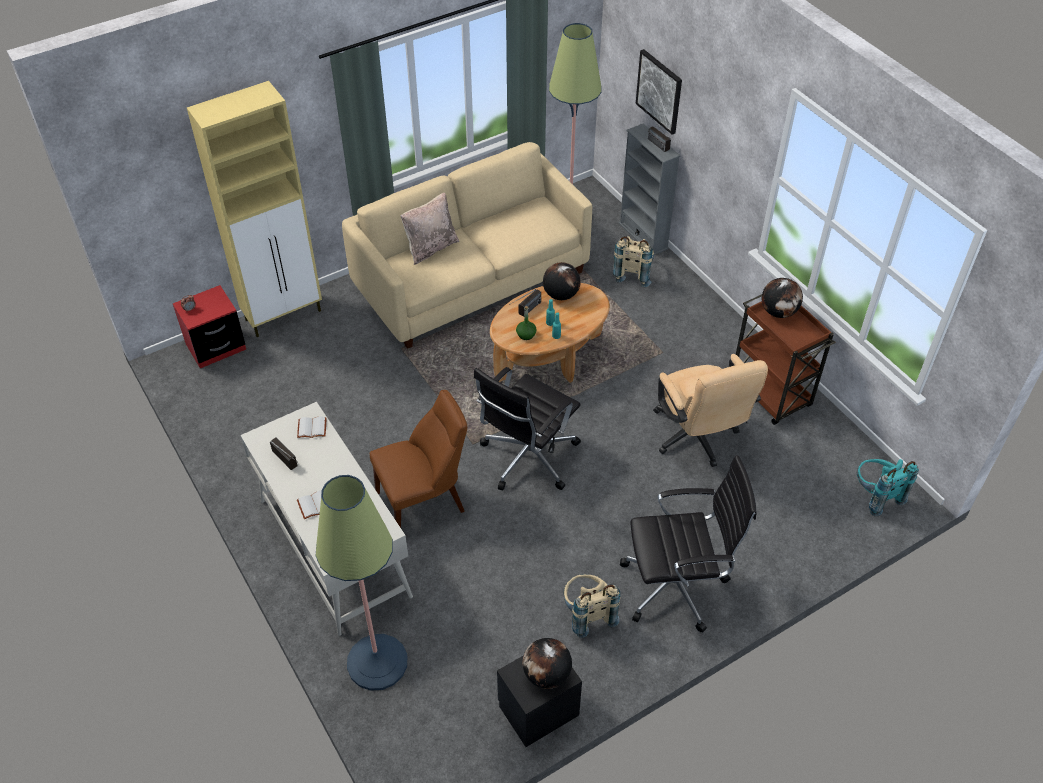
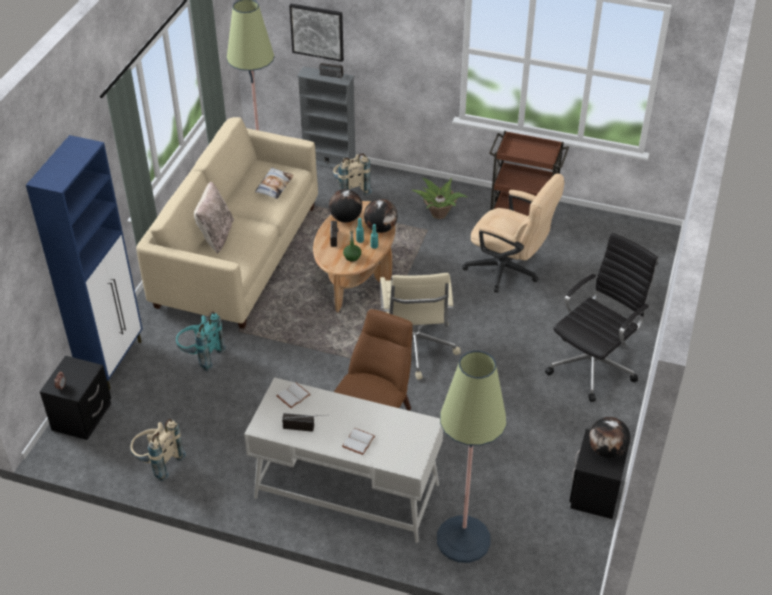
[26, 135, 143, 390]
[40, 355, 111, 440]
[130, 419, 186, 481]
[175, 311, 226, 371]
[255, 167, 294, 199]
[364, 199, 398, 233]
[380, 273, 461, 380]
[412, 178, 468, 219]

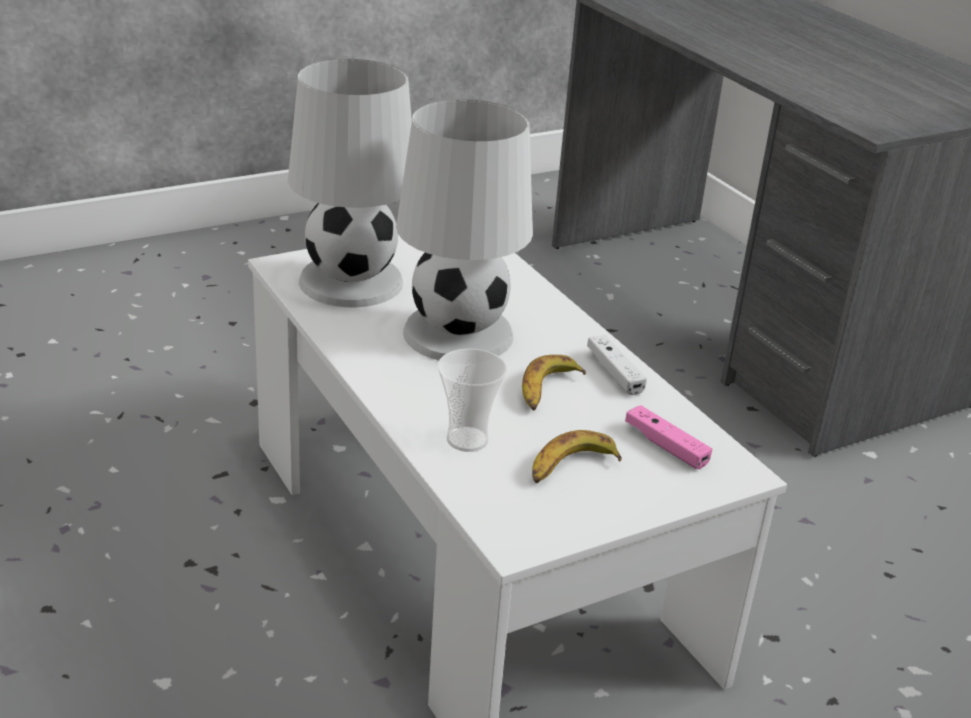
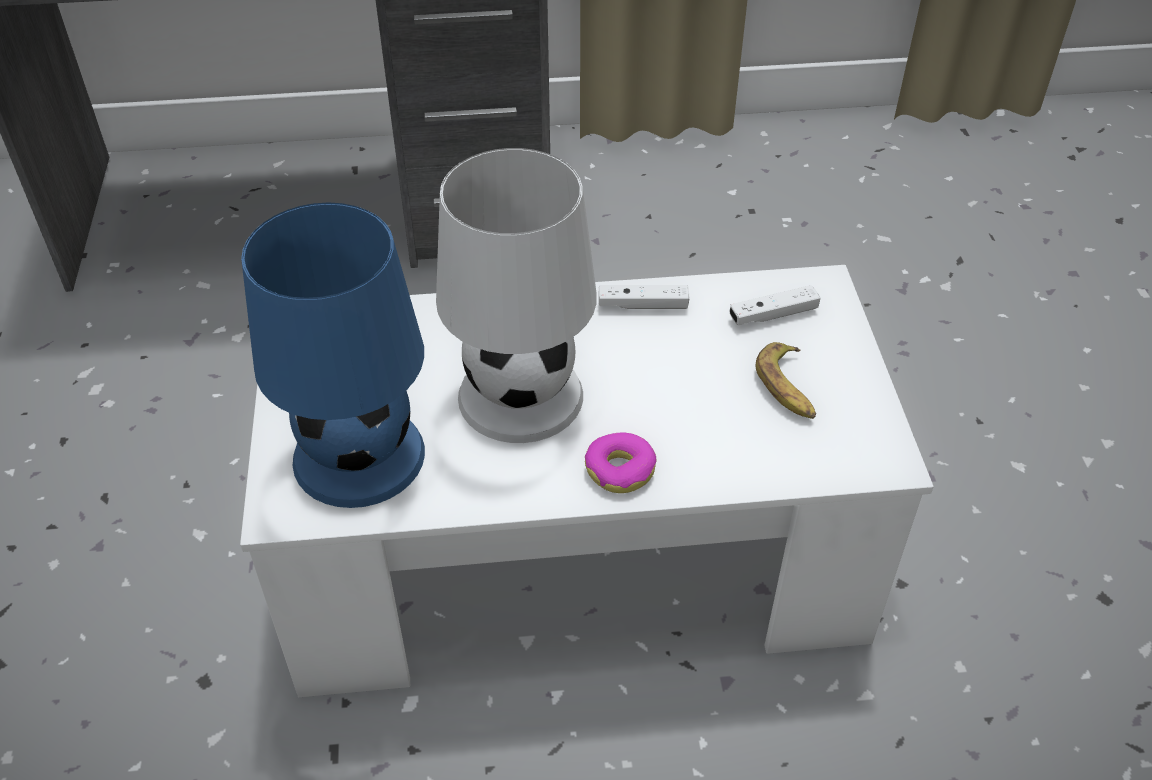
[241, 202, 425, 508]
[585, 432, 656, 493]
[730, 285, 820, 325]
[438, 348, 507, 452] (first image)
[522, 355, 586, 411] (first image)

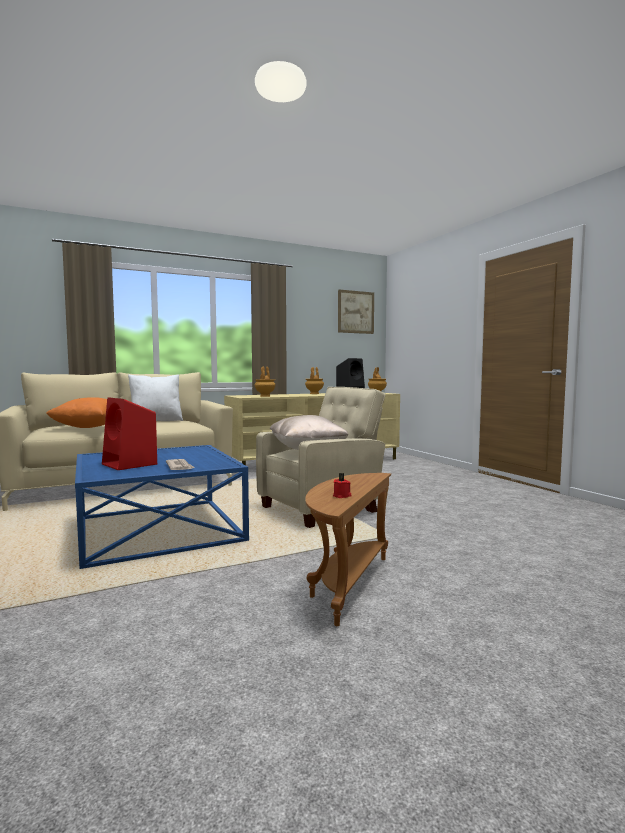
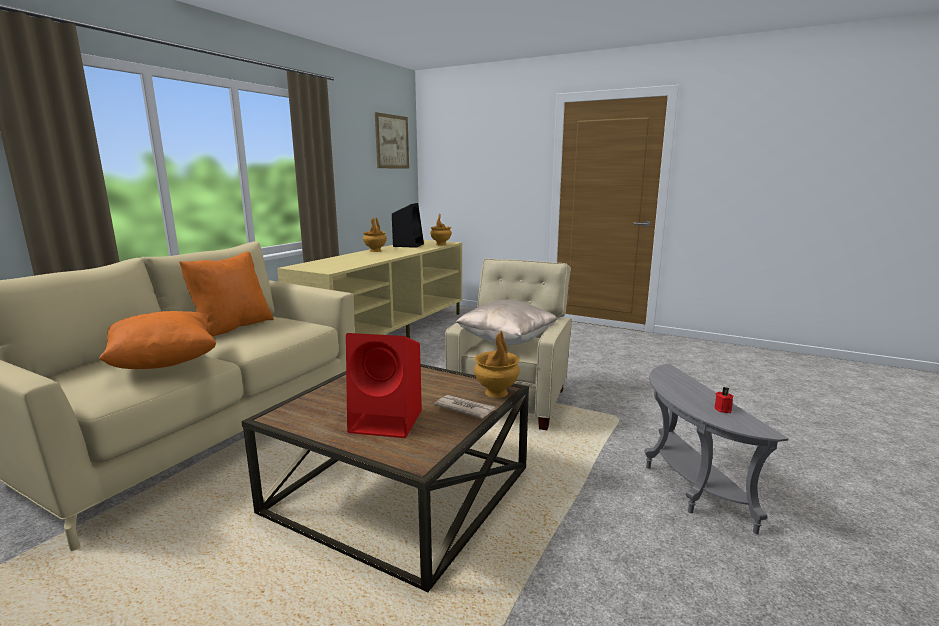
[179, 251, 274, 337]
[241, 364, 529, 592]
[474, 331, 520, 398]
[645, 364, 788, 535]

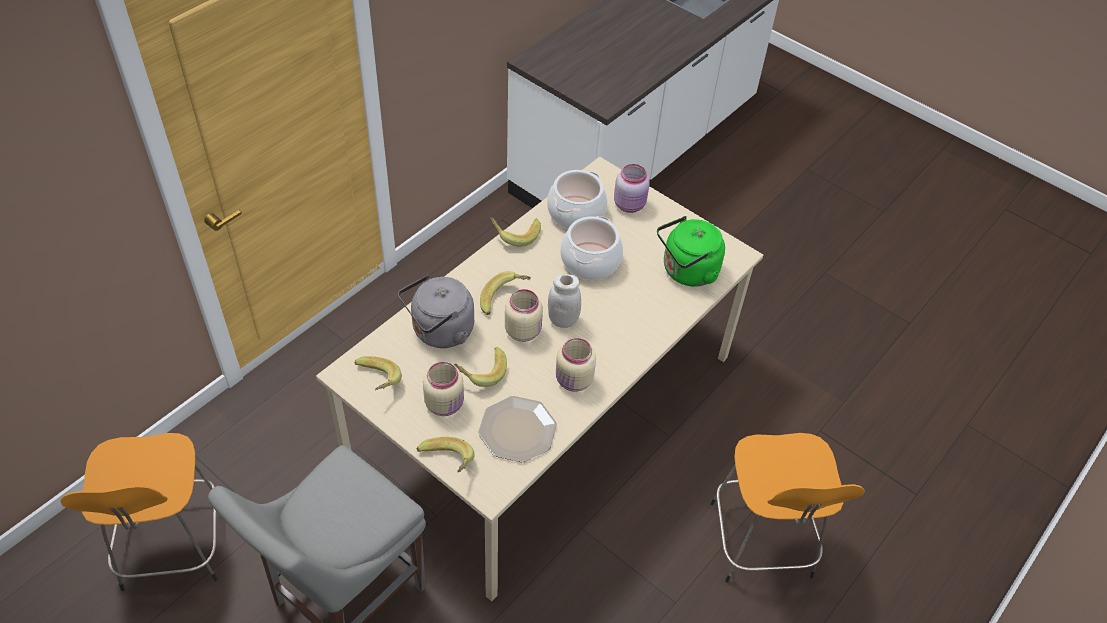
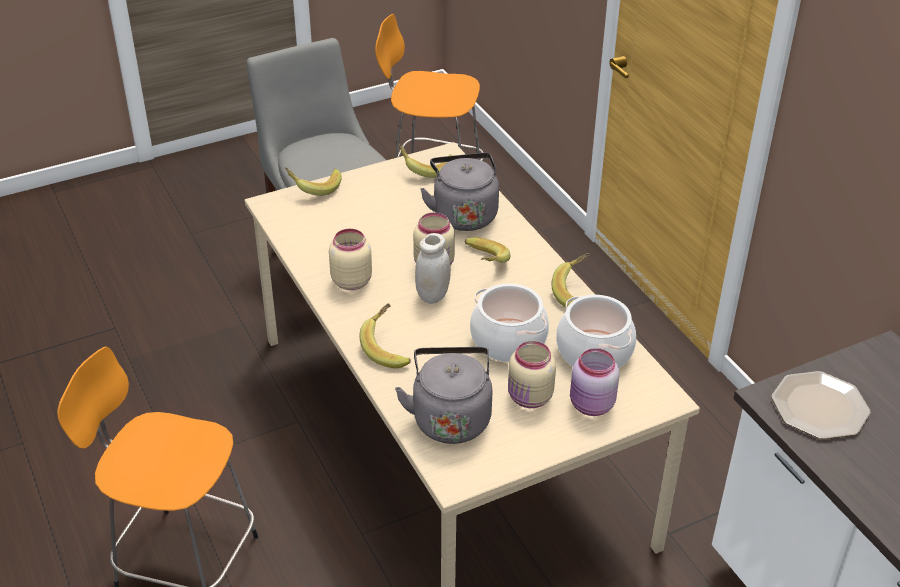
[360, 303, 411, 368]
[395, 347, 492, 444]
[508, 341, 556, 408]
[772, 371, 871, 439]

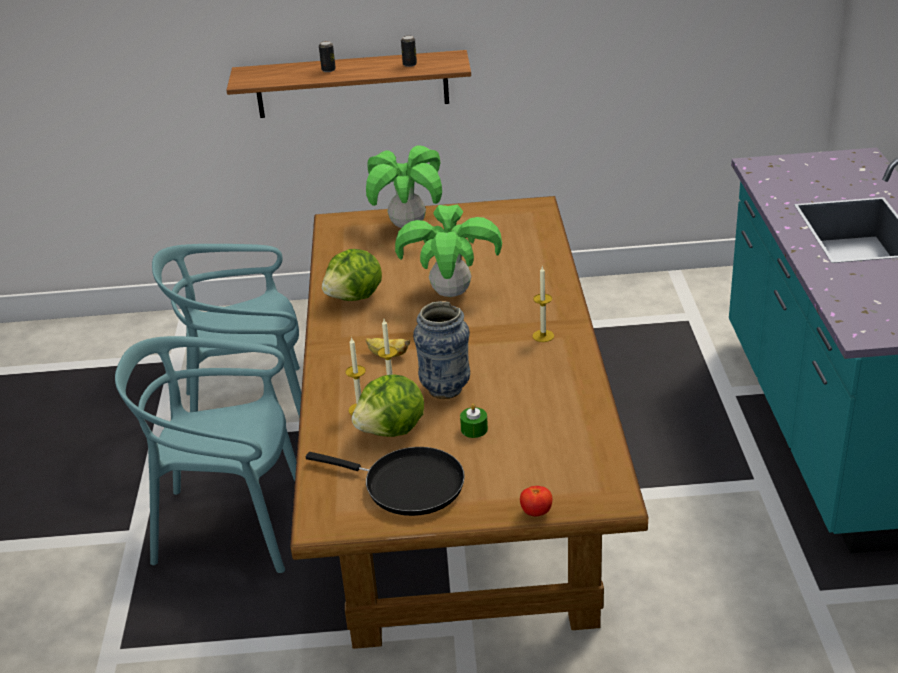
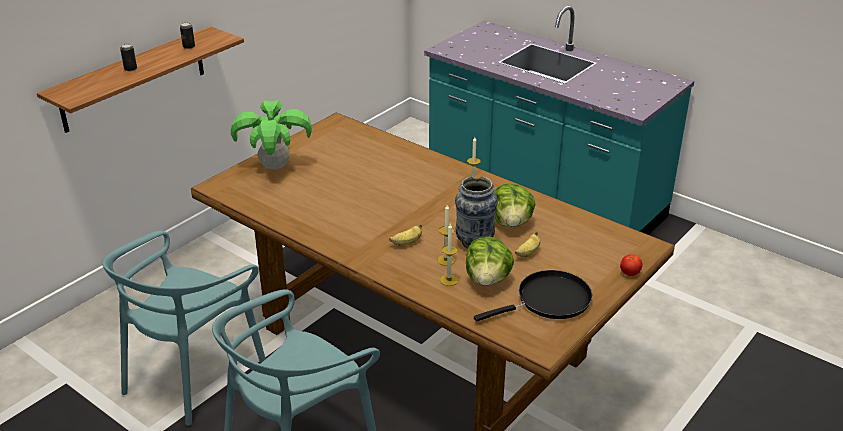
[494, 183, 536, 227]
[515, 231, 541, 258]
[395, 205, 502, 297] (first image)

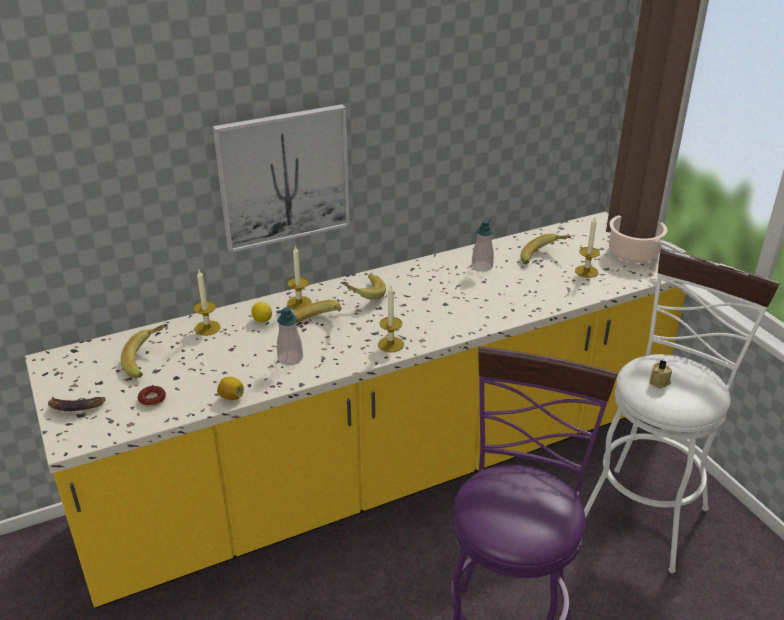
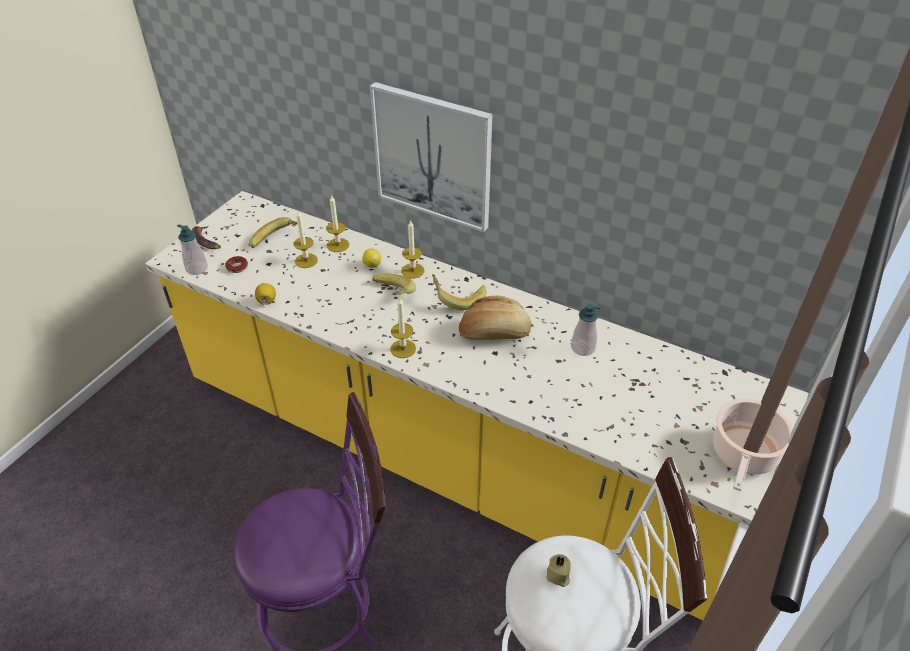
[177, 224, 208, 275]
[293, 211, 318, 268]
[459, 296, 531, 340]
[521, 233, 571, 264] (first image)

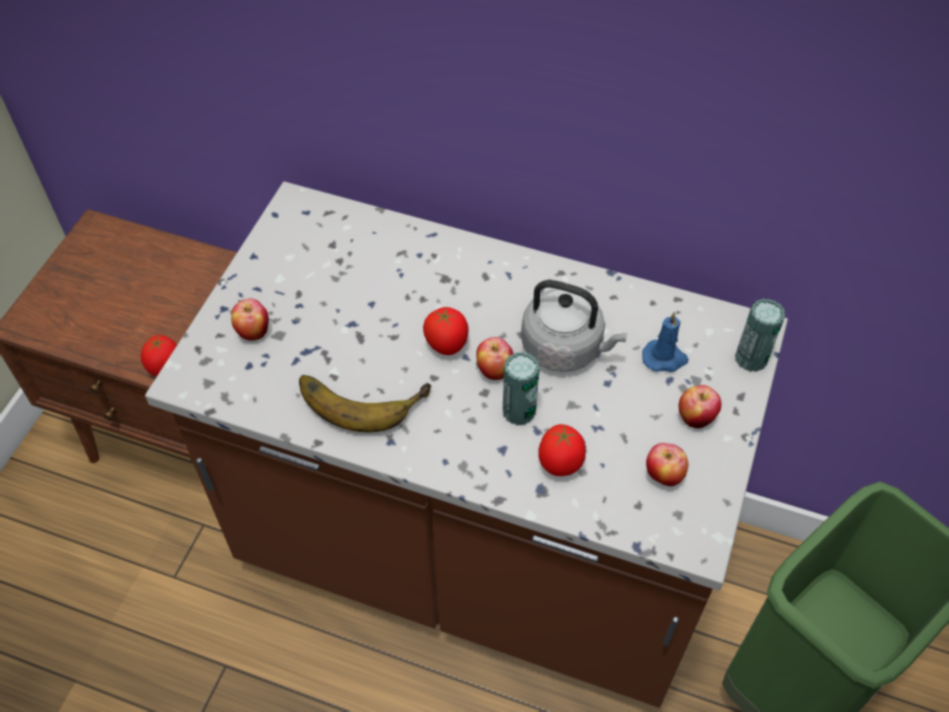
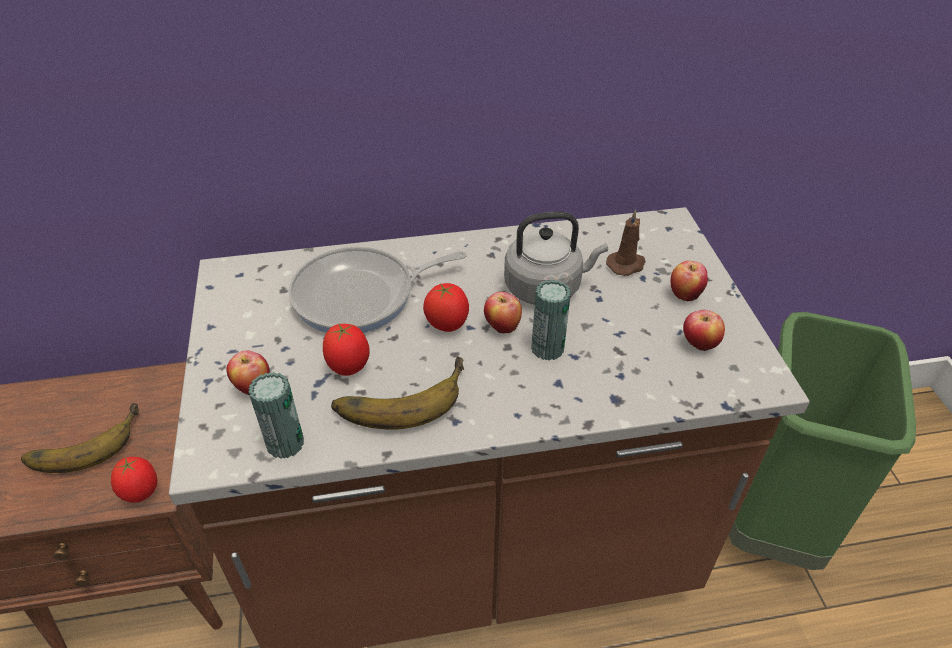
[21, 403, 139, 473]
[248, 372, 304, 459]
[288, 247, 467, 333]
[323, 323, 370, 376]
[606, 209, 646, 276]

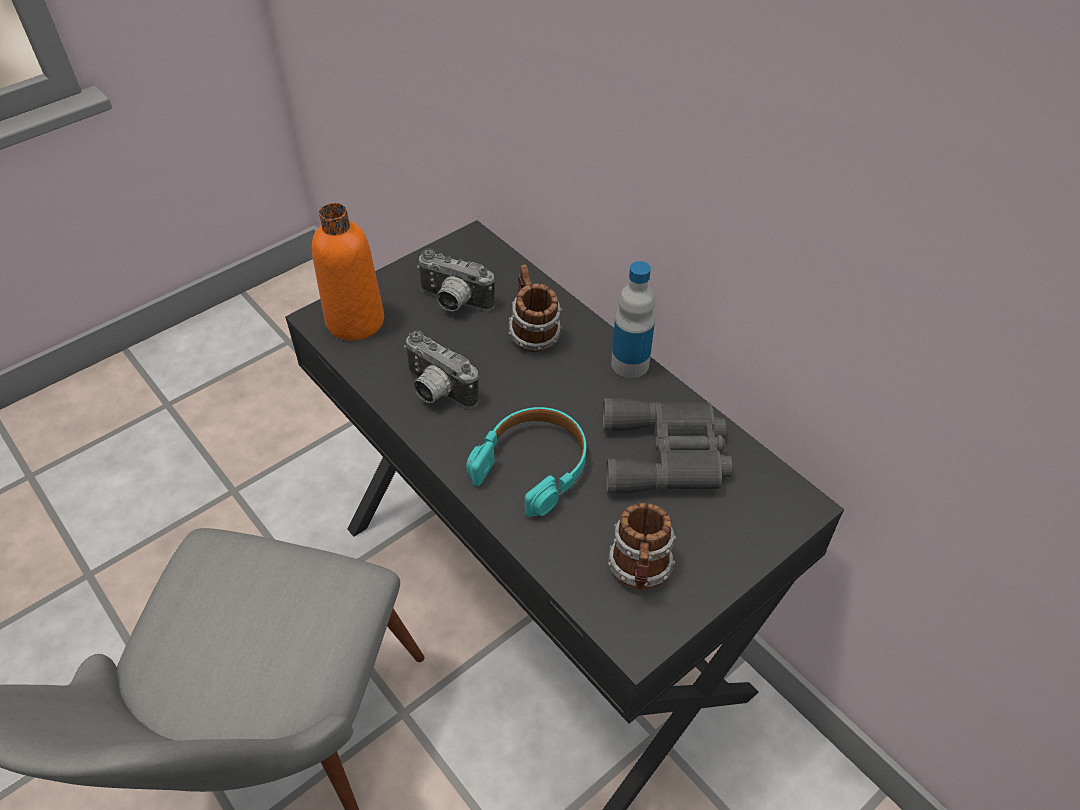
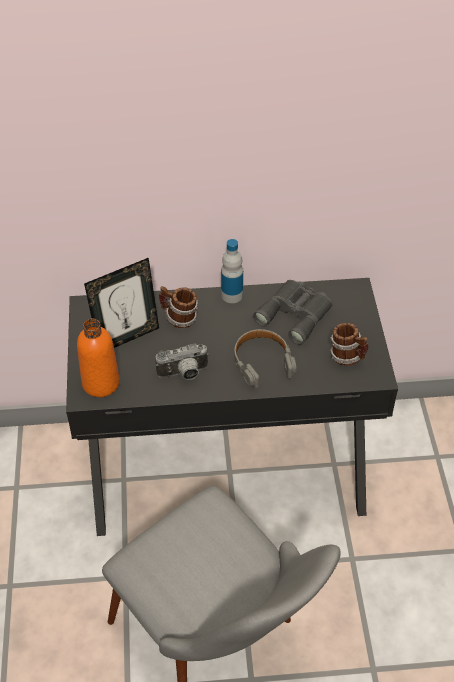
[84, 258, 159, 348]
[234, 329, 296, 388]

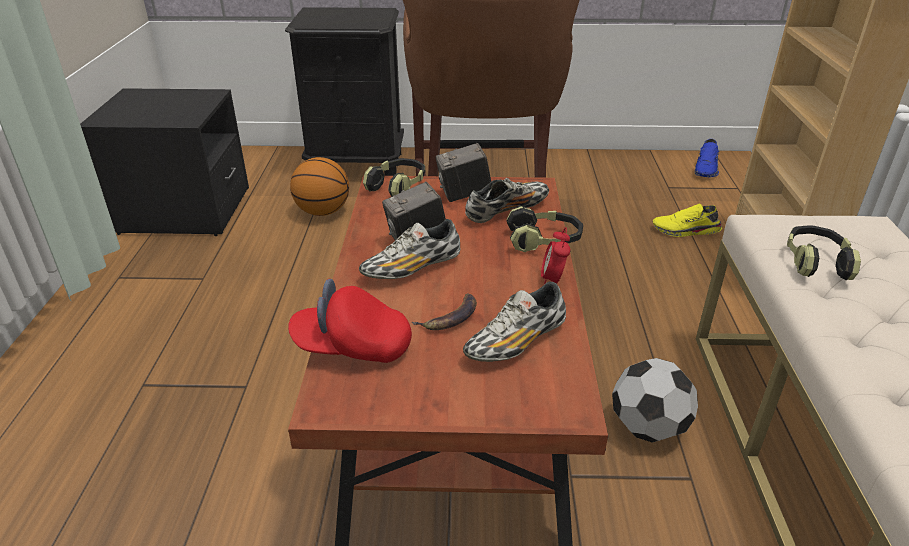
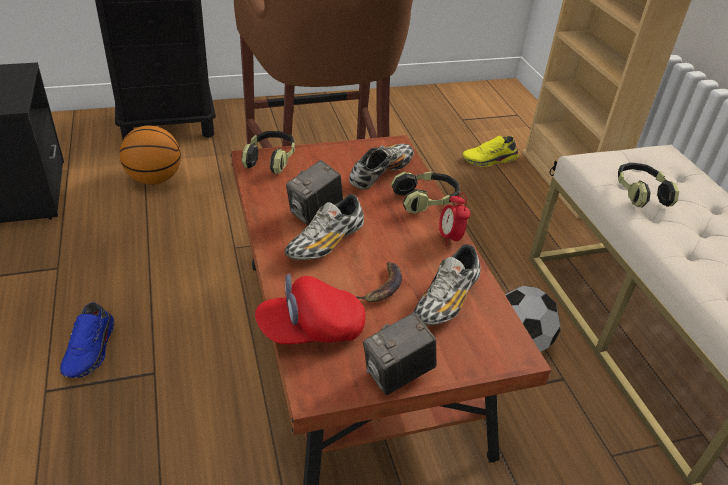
[60, 302, 114, 378]
[363, 312, 436, 395]

